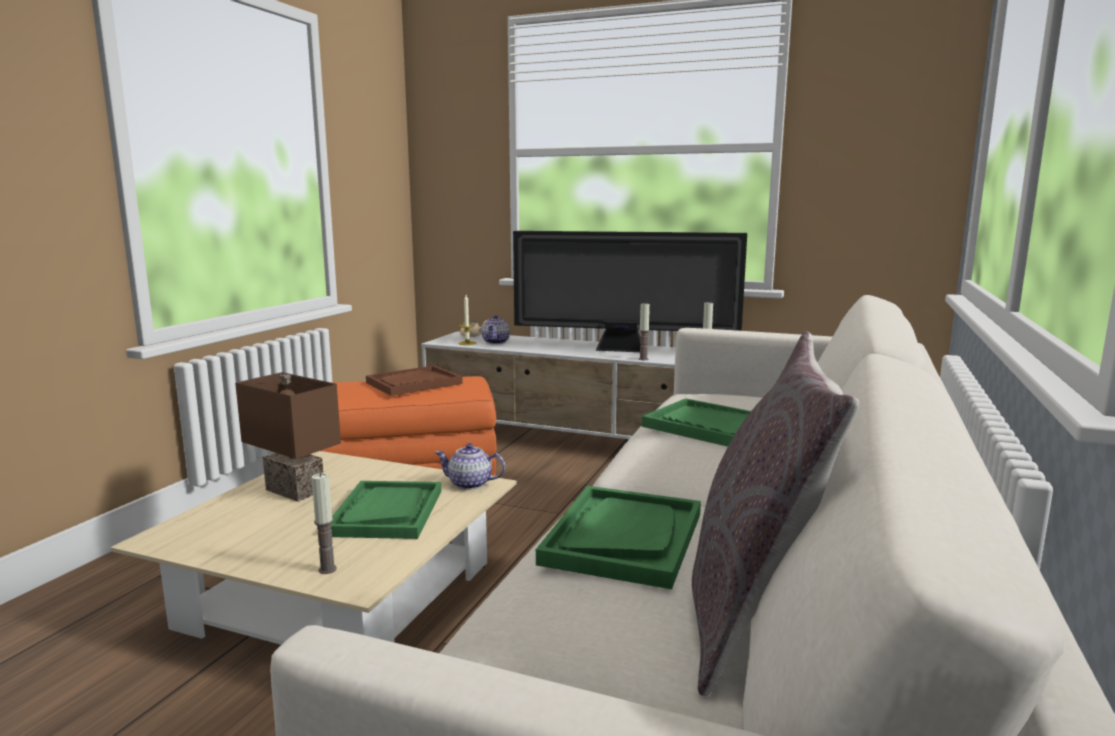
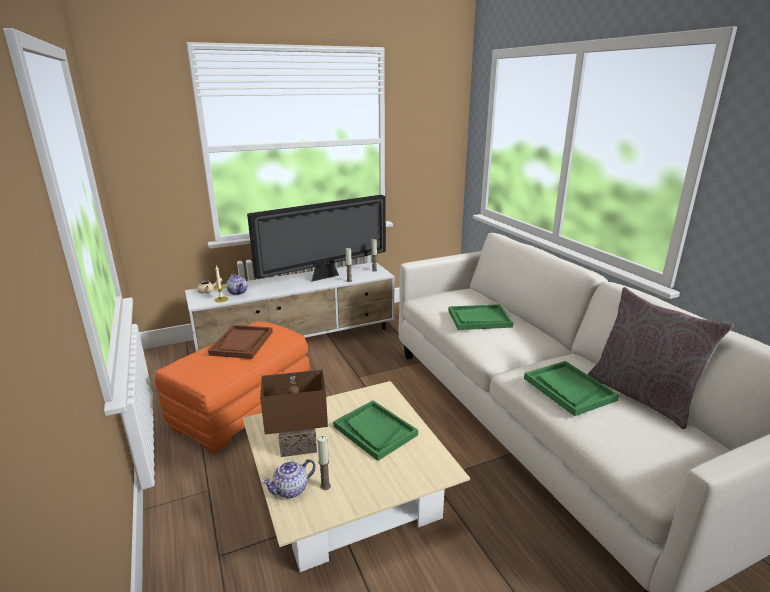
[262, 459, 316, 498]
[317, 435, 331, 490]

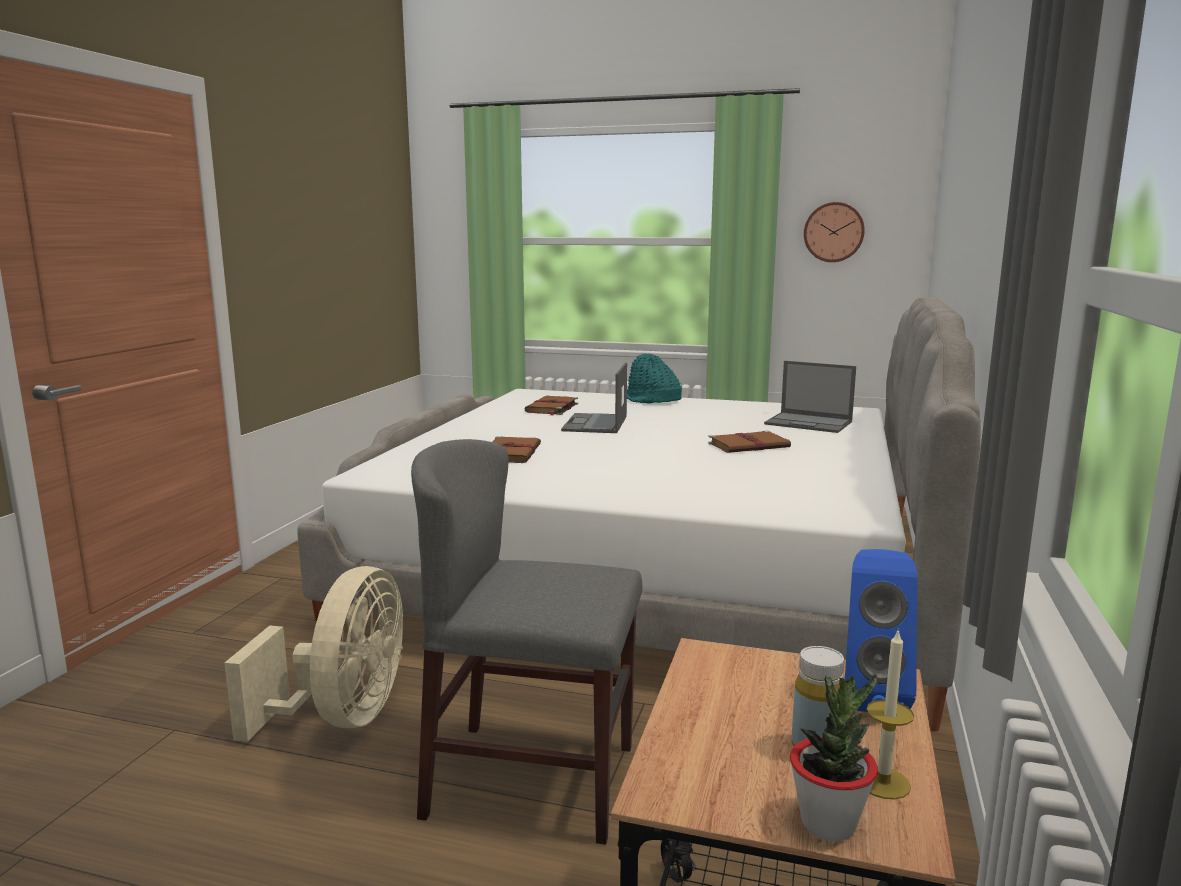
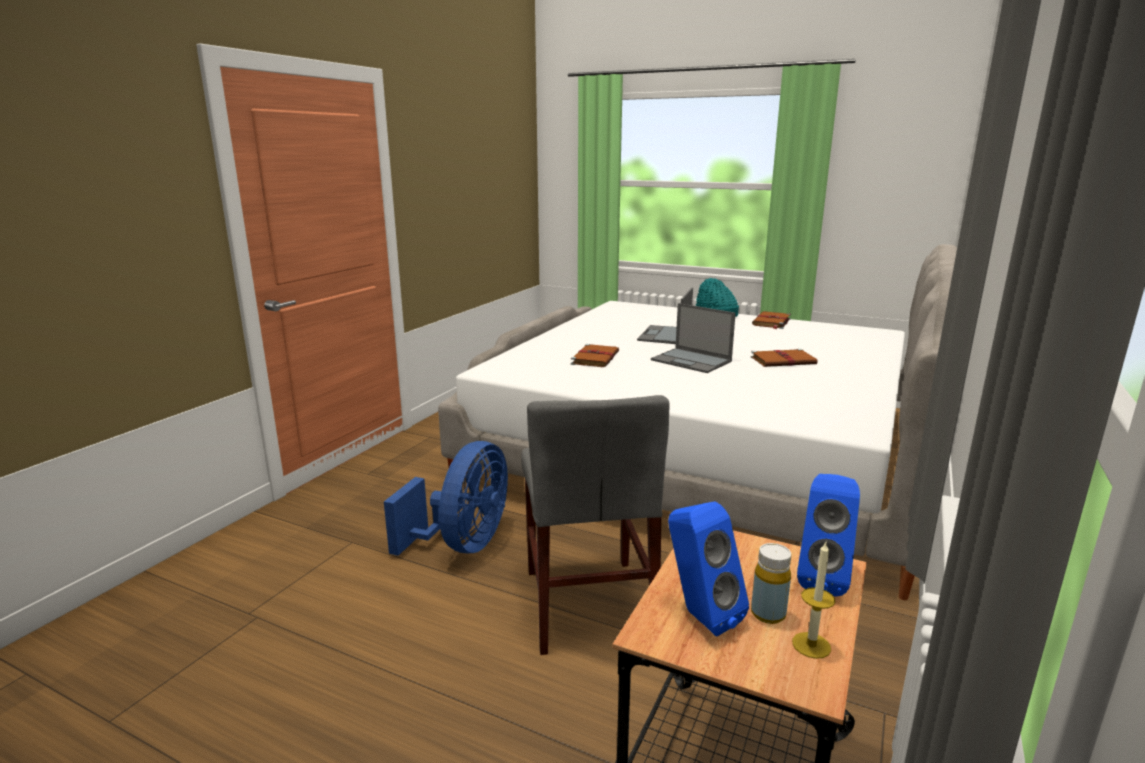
[384, 441, 508, 556]
[521, 395, 669, 655]
[651, 303, 736, 373]
[668, 502, 749, 636]
[752, 311, 791, 329]
[790, 674, 878, 841] (first image)
[804, 202, 865, 262] (first image)

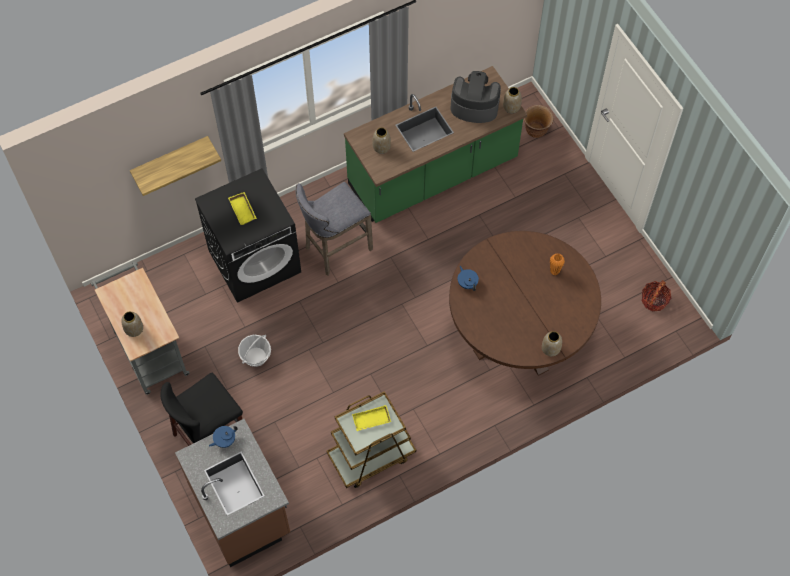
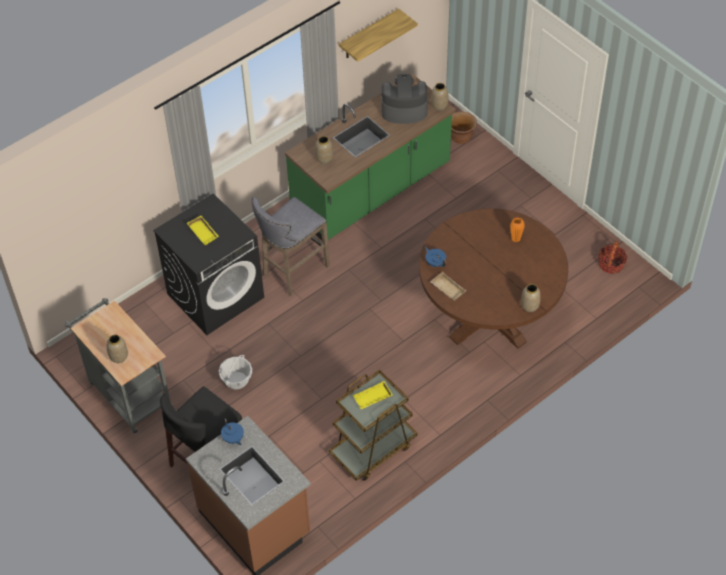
[221, 418, 244, 445]
[339, 9, 418, 62]
[430, 272, 466, 301]

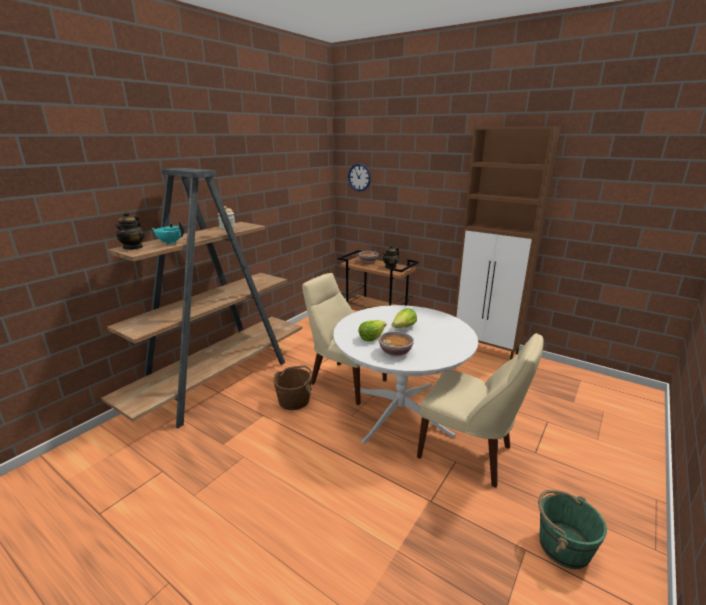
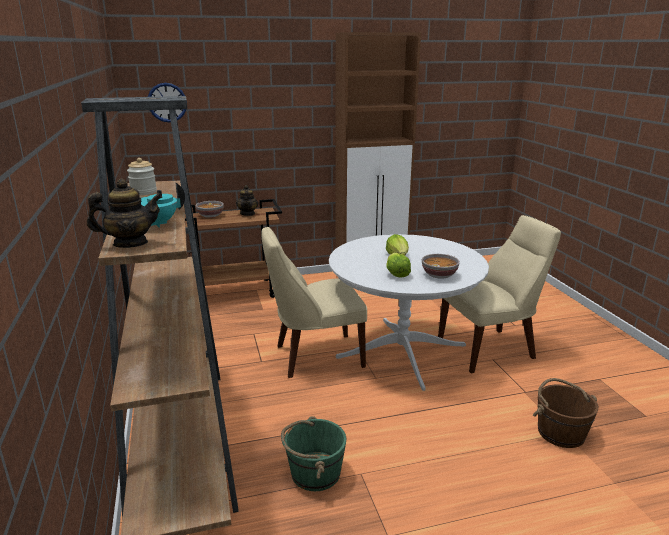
[87, 179, 162, 248]
[281, 416, 346, 491]
[533, 378, 599, 448]

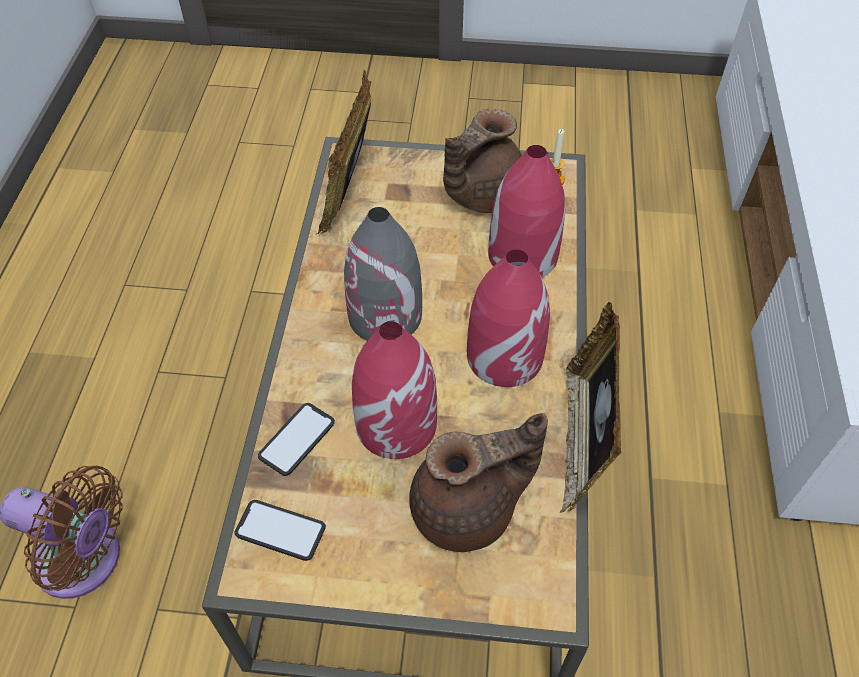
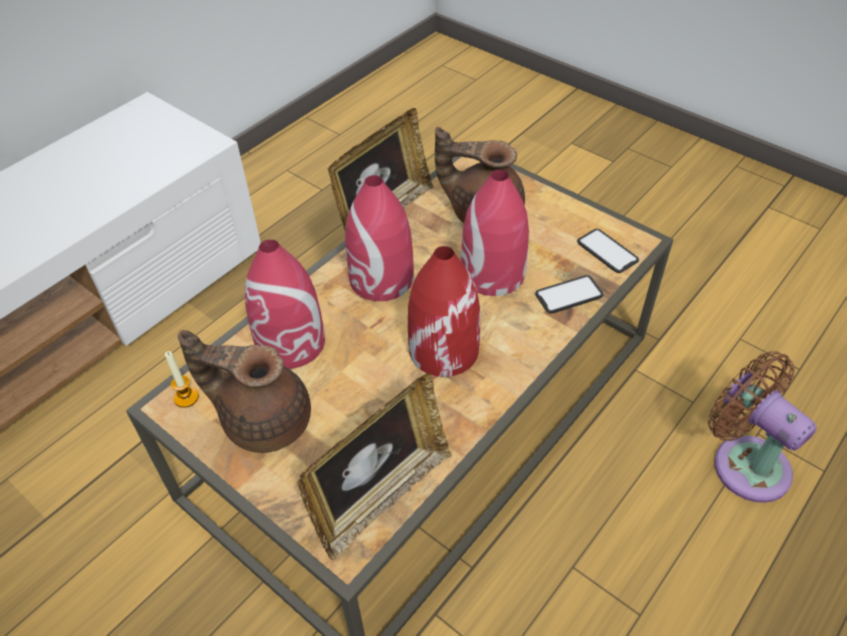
[178, 330, 311, 453]
[408, 246, 480, 377]

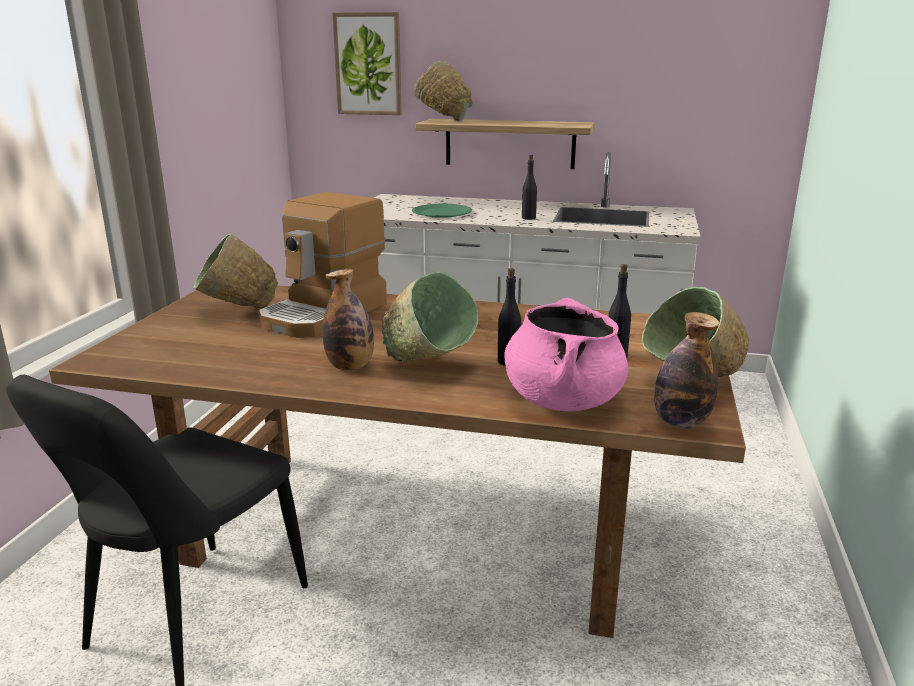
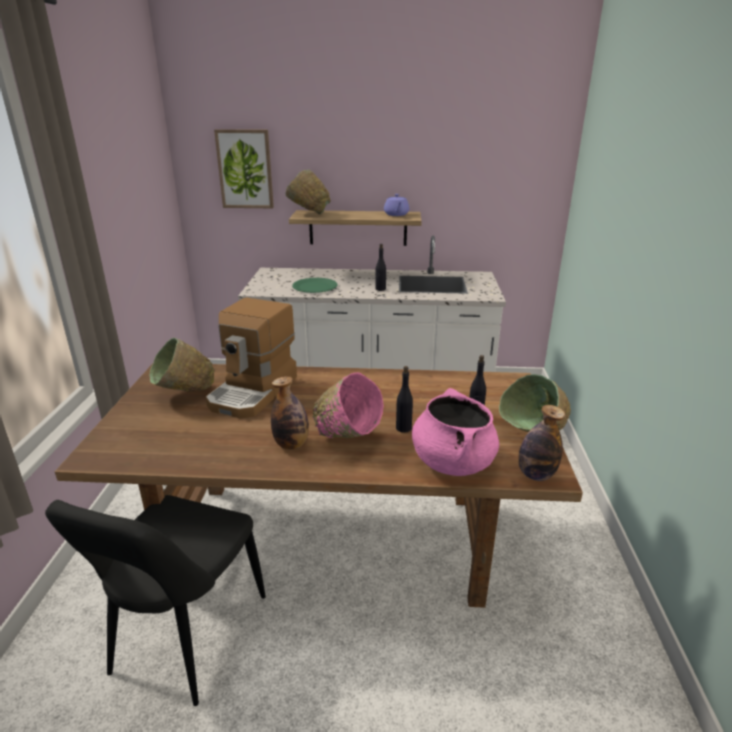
[313, 372, 384, 438]
[384, 194, 409, 216]

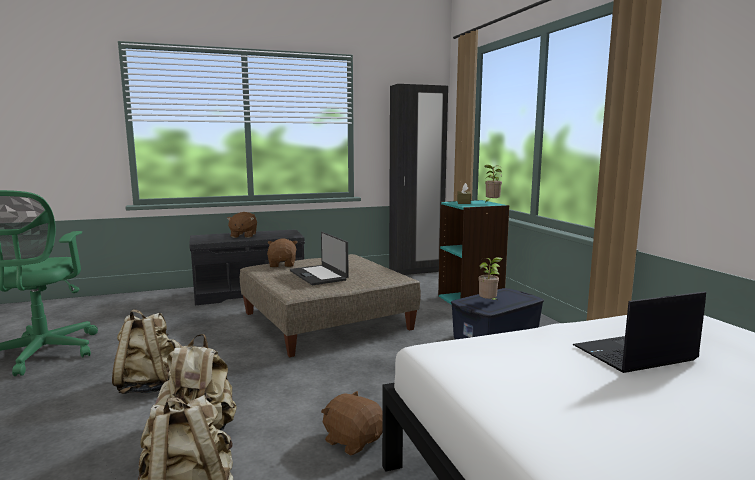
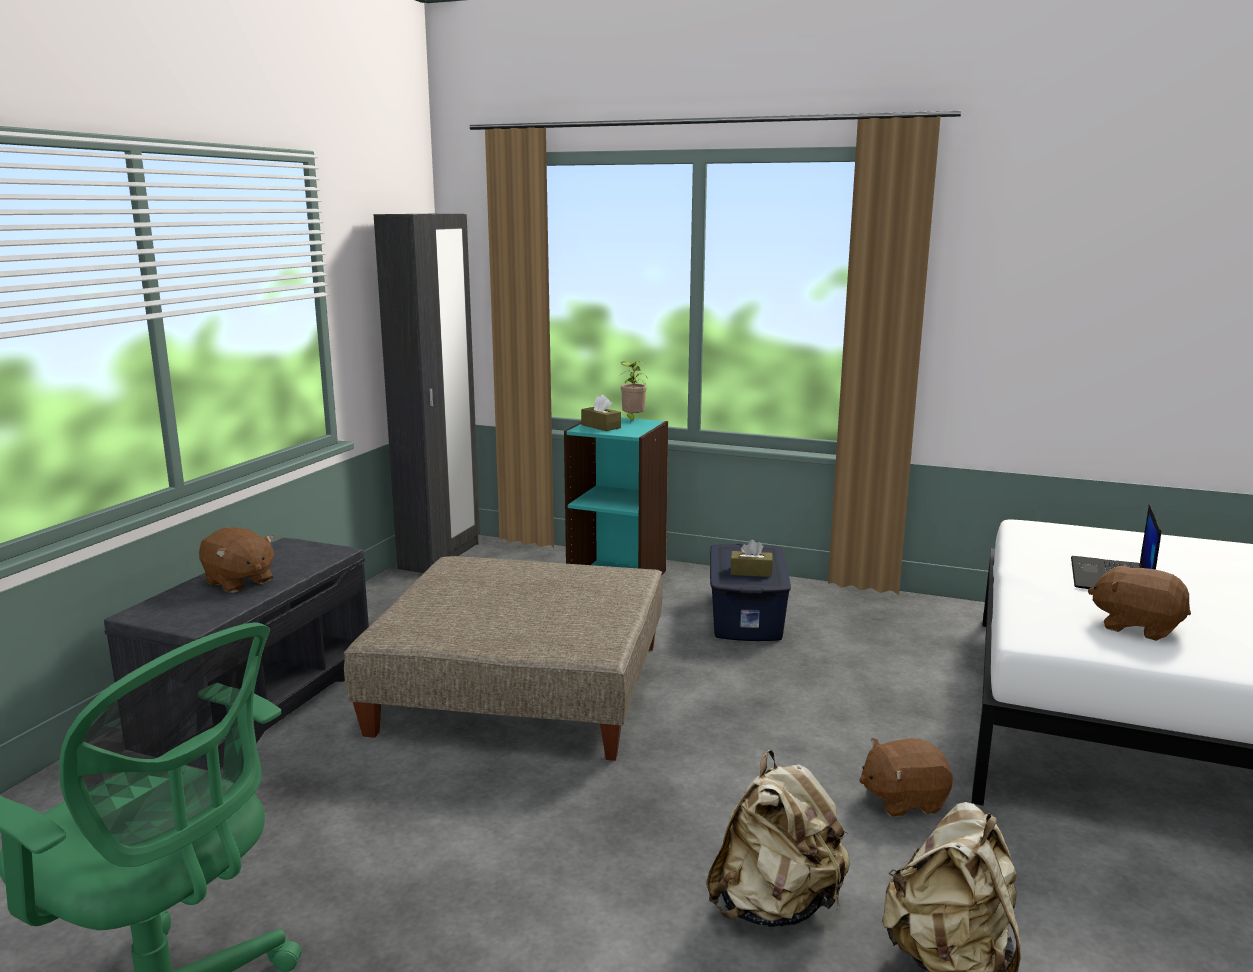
[730, 539, 773, 577]
[1088, 564, 1191, 641]
[112, 309, 182, 394] (first image)
[290, 232, 349, 285] (first image)

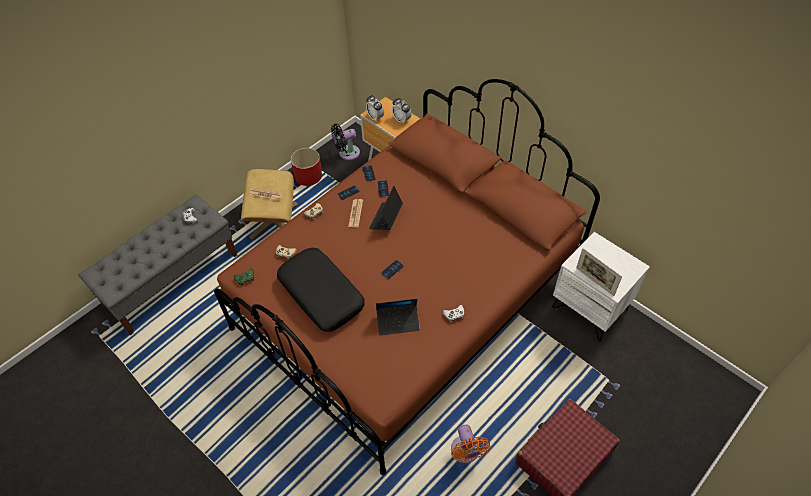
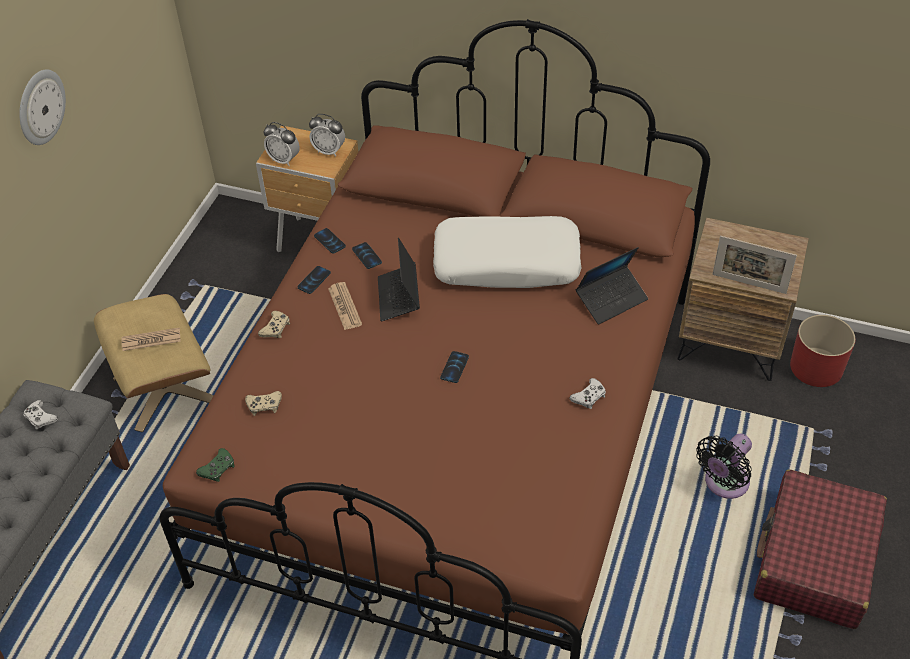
[19, 69, 66, 145]
[433, 216, 582, 288]
[576, 247, 648, 324]
[677, 218, 809, 381]
[696, 434, 752, 499]
[790, 315, 855, 387]
[277, 248, 365, 332] (first image)
[451, 425, 490, 463] (first image)

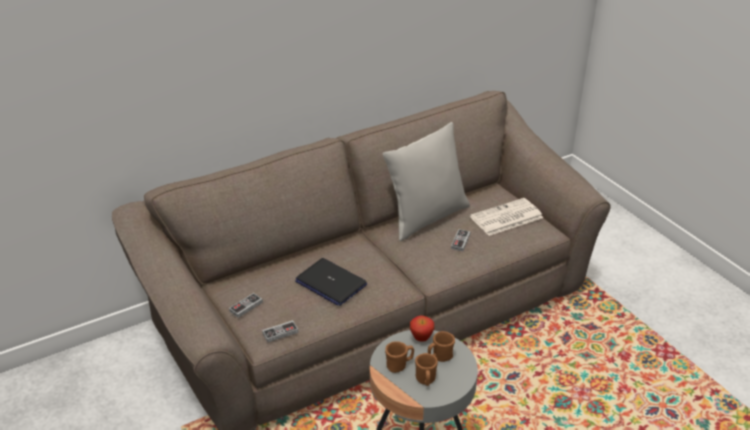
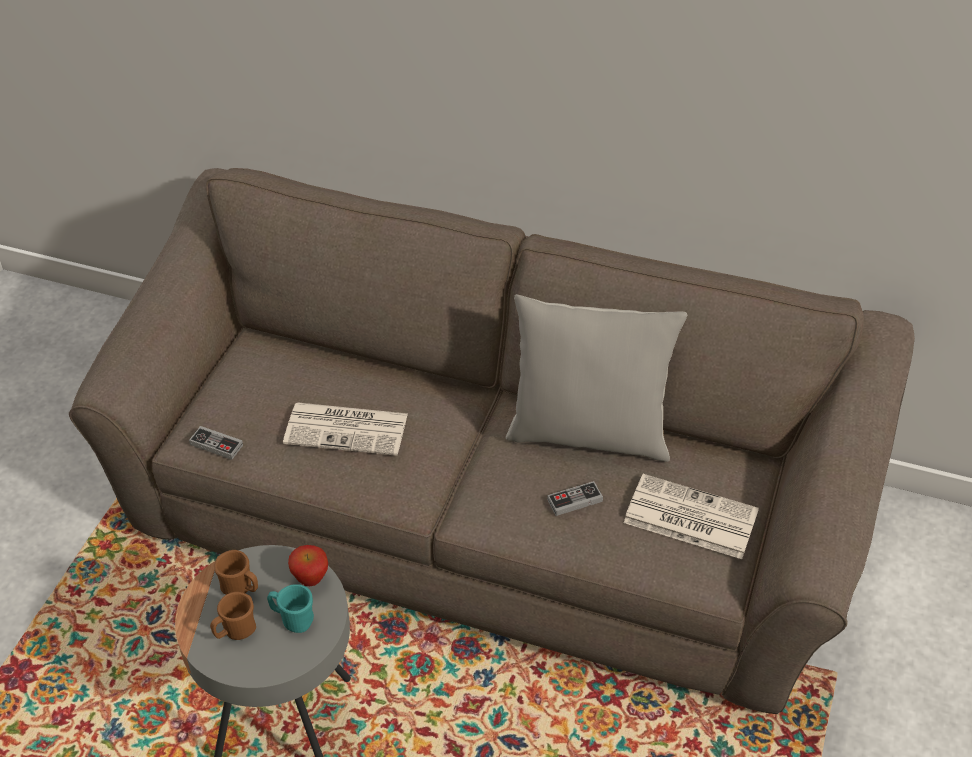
[267, 584, 314, 633]
[283, 403, 408, 456]
[229, 293, 263, 318] (first image)

